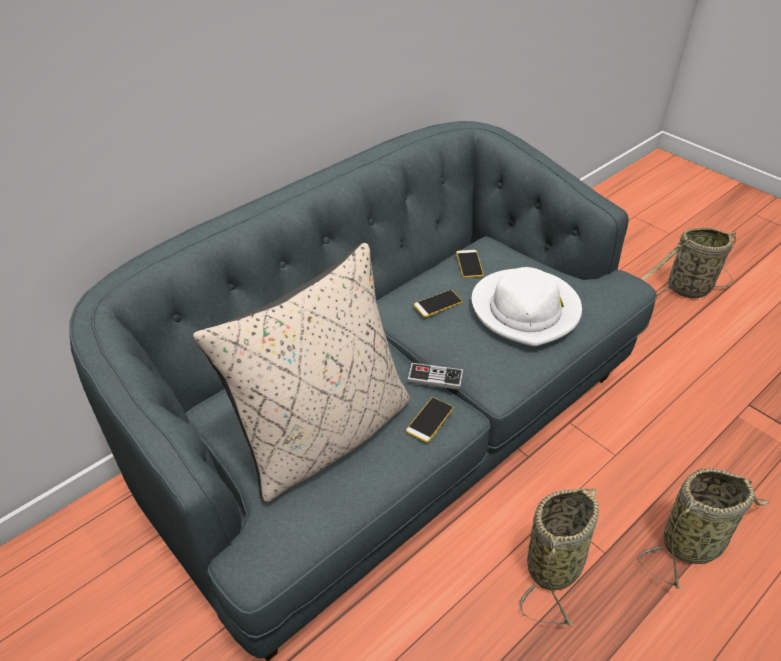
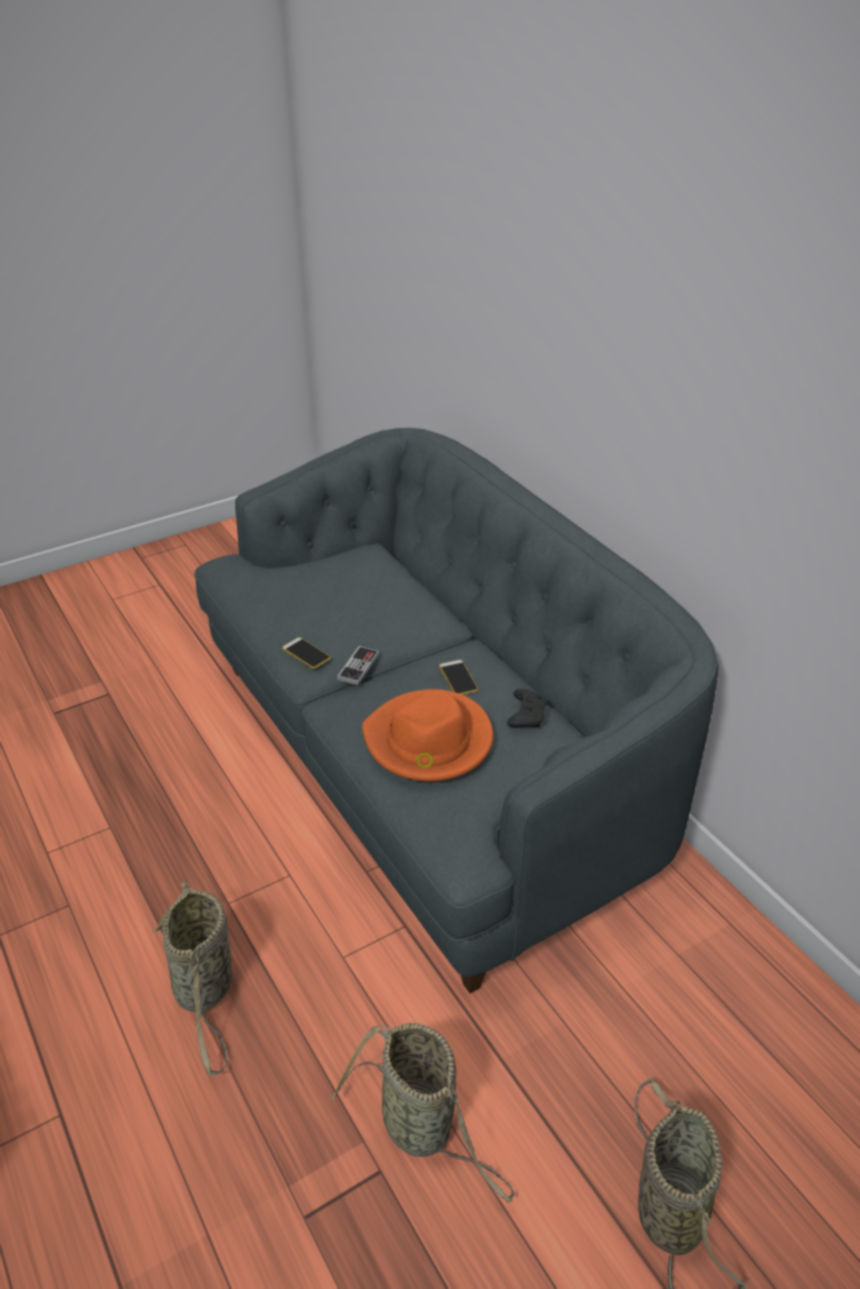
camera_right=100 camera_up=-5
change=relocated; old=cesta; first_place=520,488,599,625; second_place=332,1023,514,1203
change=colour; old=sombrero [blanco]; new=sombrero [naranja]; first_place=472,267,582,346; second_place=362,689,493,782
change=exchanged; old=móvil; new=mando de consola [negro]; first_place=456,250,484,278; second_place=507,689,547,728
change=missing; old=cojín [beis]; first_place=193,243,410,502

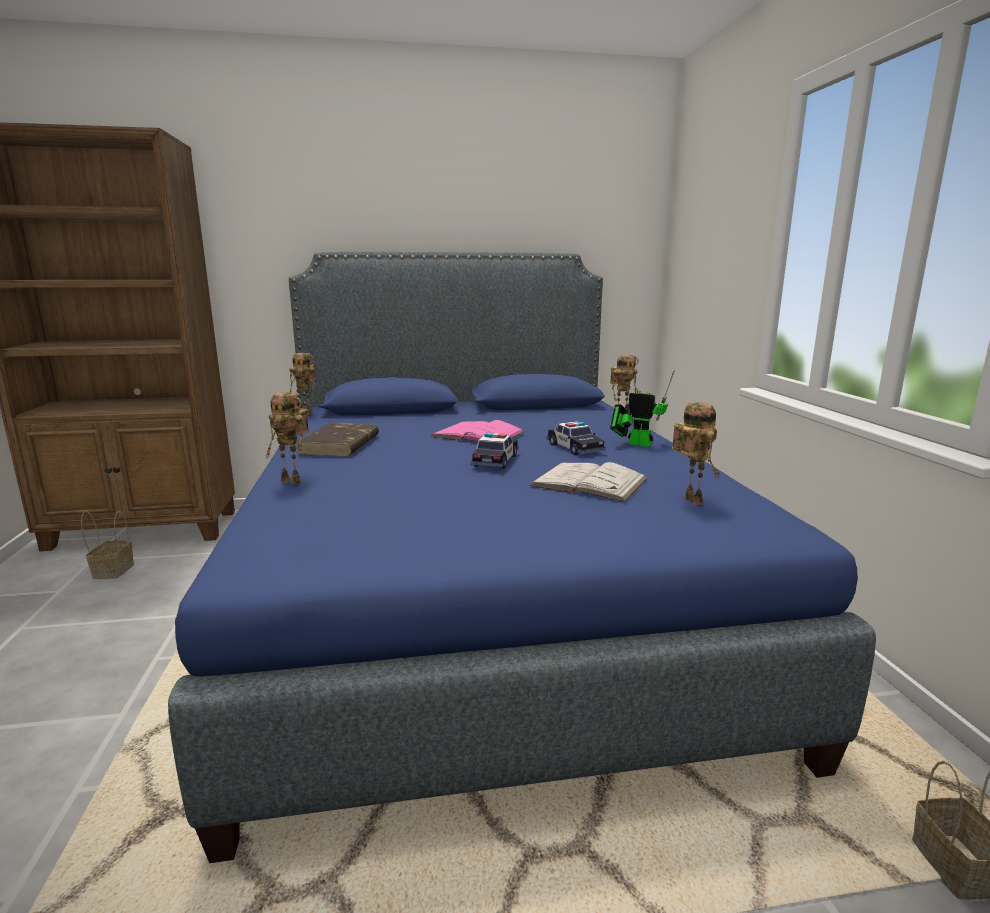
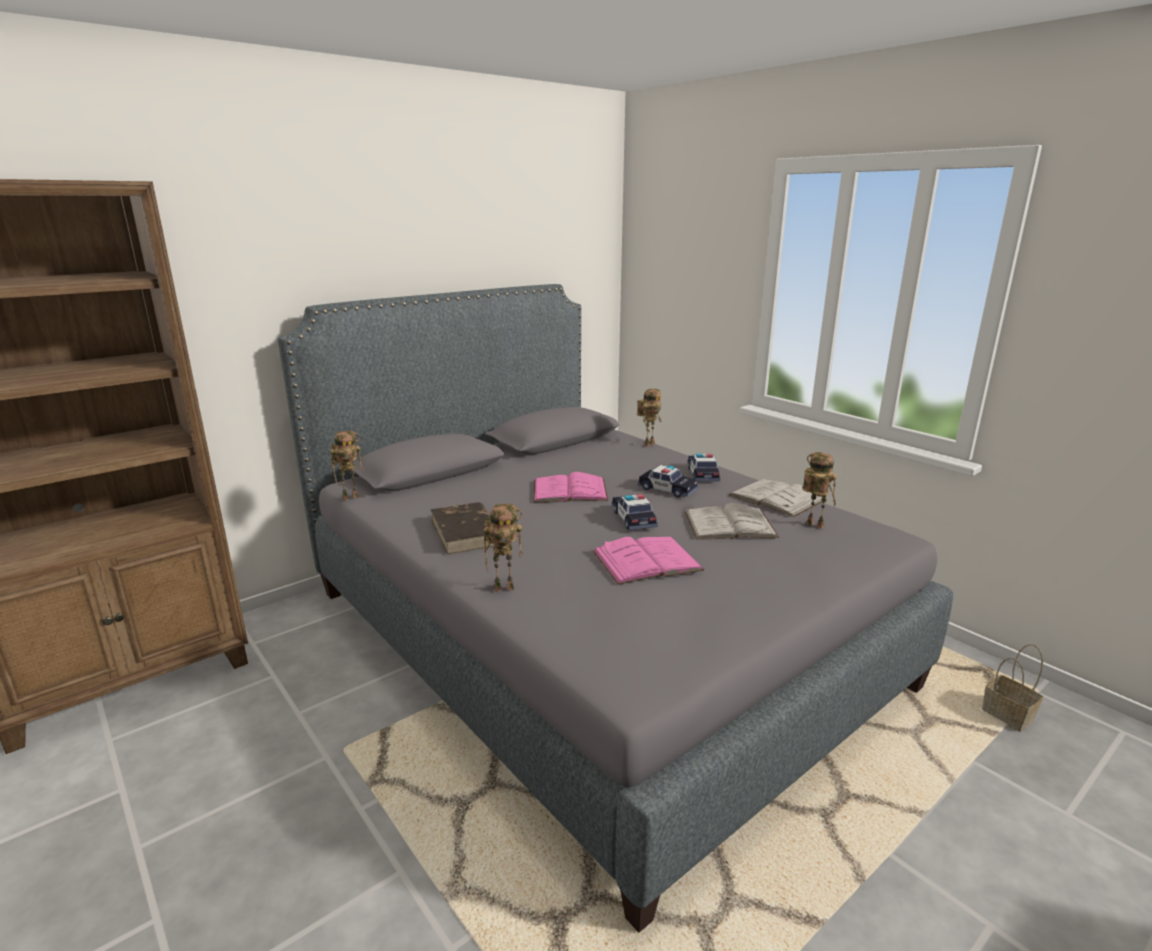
camera_right=-30 camera_up=5
change=colour; old=cama [azul]; new=cama [gris]; first_place=168,252,876,863; second_place=278,284,953,933
change=appeared; new=libro [rosa]; second_place=592,537,704,585
change=exchanged; old=robot de juguete; new=coche de juguete; first_place=610,369,675,447; second_place=687,454,720,481
change=appeared; new=libro [blanco]; second_place=729,479,822,517
change=missing; old=cesta; first_place=81,511,134,579

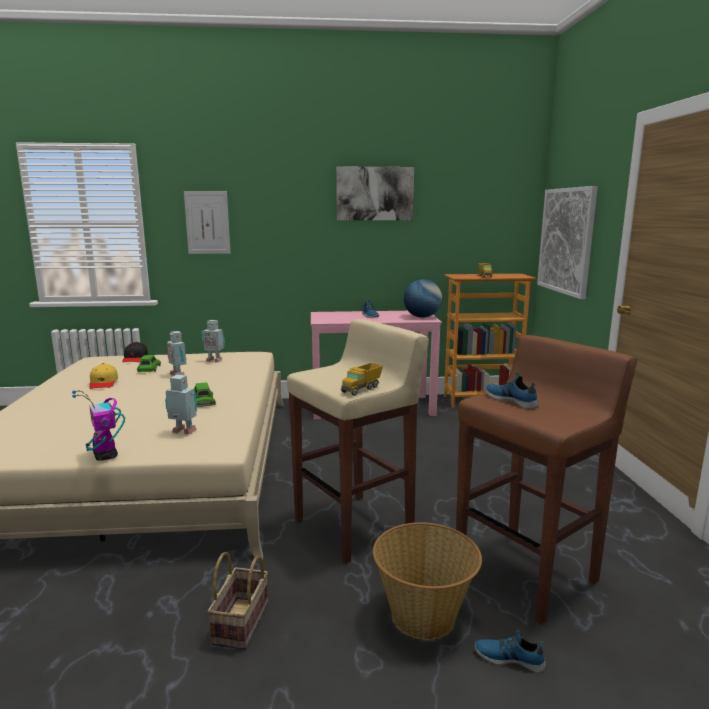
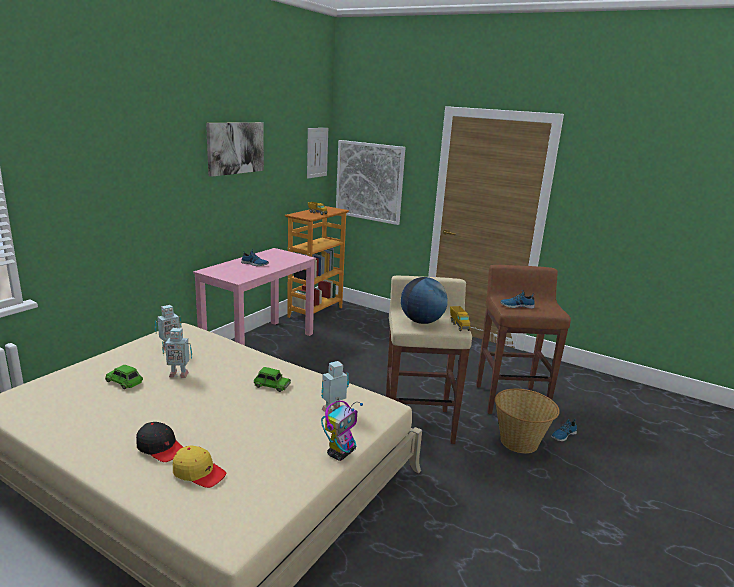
camera_right=-55 camera_up=5
change=relocated; old=gorra [negro]; first_place=122,342,148,362; second_place=136,422,183,462
change=relocated; old=gorra [amarillo]; first_place=89,363,118,389; second_place=173,446,226,488
change=relocated; old=cuadro; first_place=184,191,230,254; second_place=307,128,328,179
change=spun; old=robot de juguete; first_place=72,390,125,461; second_place=321,401,363,461; degrees=-60
change=relocated; old=globo terráqueo; first_place=404,279,442,318; second_place=401,277,448,324
change=missing; old=cesta; first_place=207,552,268,650

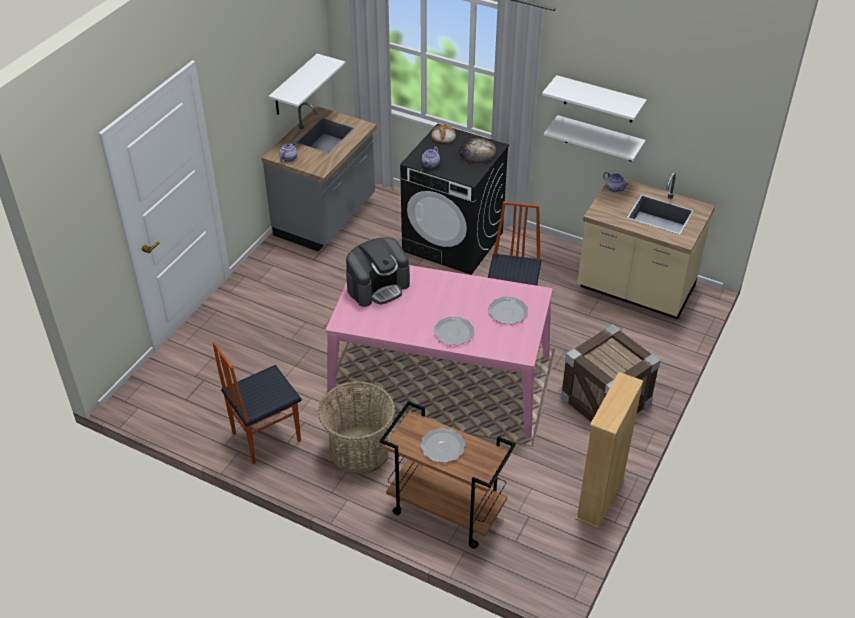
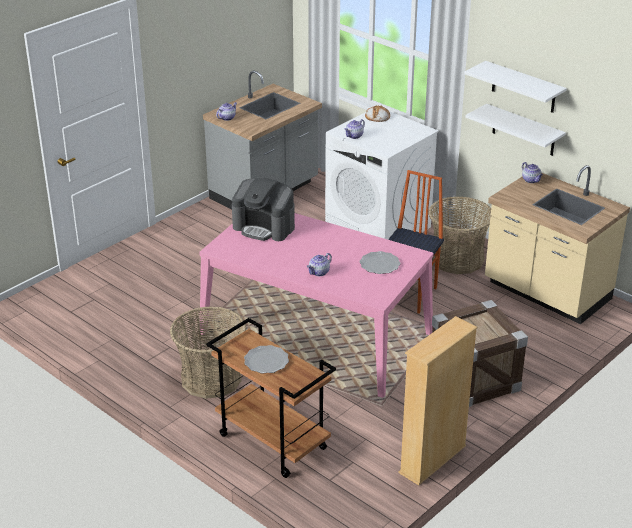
camera_right=15 camera_up=-10
change=spun; old=cafetera; first_place=346,237,410,307; second_place=232,178,295,241; degrees=45
change=exchanged; old=plato; new=tetera; first_place=434,317,474,345; second_place=307,253,332,276
change=colour; old=lavadora [negro]; new=lavadora [blanco]; first_place=400,123,509,275; second_place=325,111,439,240
change=appeared; new=cesta; second_place=428,196,491,274
change=missing; old=silla; first_place=213,342,302,464
change=missing; old=estante [blanco]; first_place=269,54,346,115
change=missing; old=pan; first_place=459,138,497,163

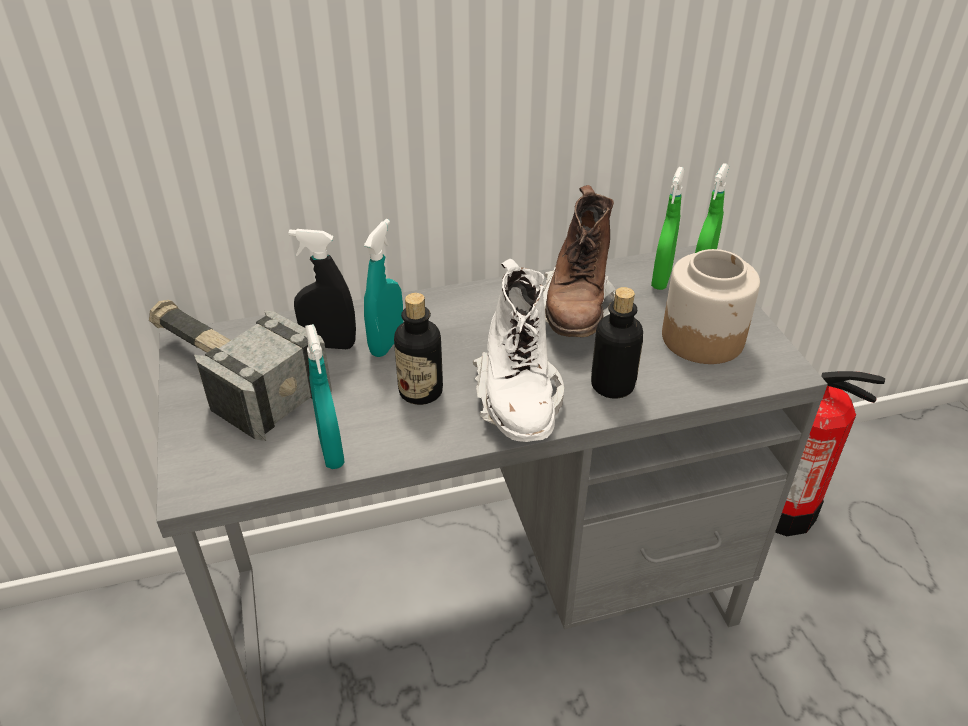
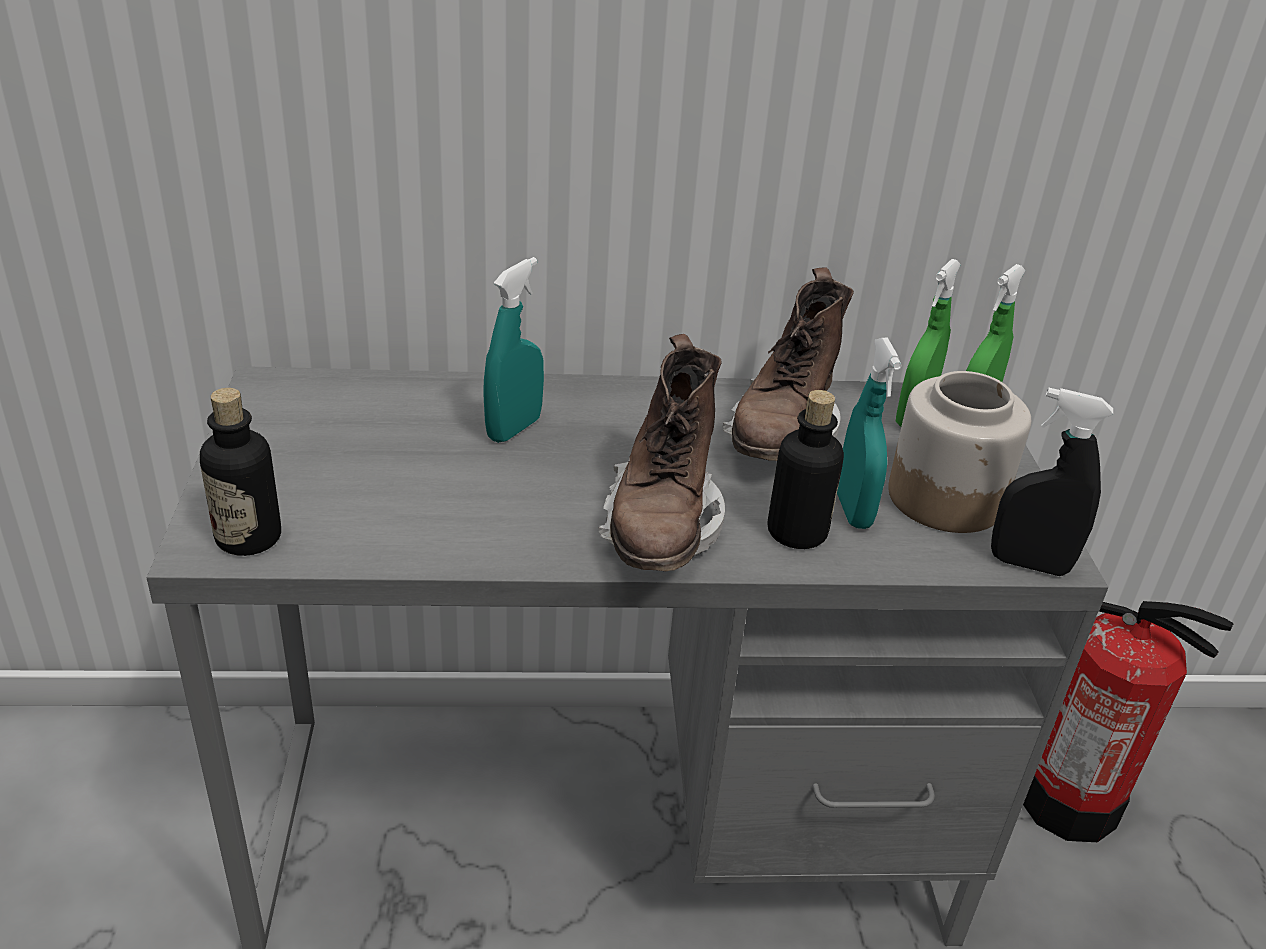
camera_right=10 camera_up=-5
change=relocated; old=botella; first_place=394,293,443,405; second_place=200,388,281,556
change=colour; old=bota [blanco]; new=bota [marrón]; first_place=473,259,564,442; second_place=598,334,725,571
change=relocated; old=pulverizador [turquesa]; first_place=305,324,345,469; second_place=837,338,902,529
change=relocated; old=pulverizador [negro]; first_place=289,229,356,349; second_place=991,388,1113,576
change=missing; old=martillo; first_place=149,300,332,441

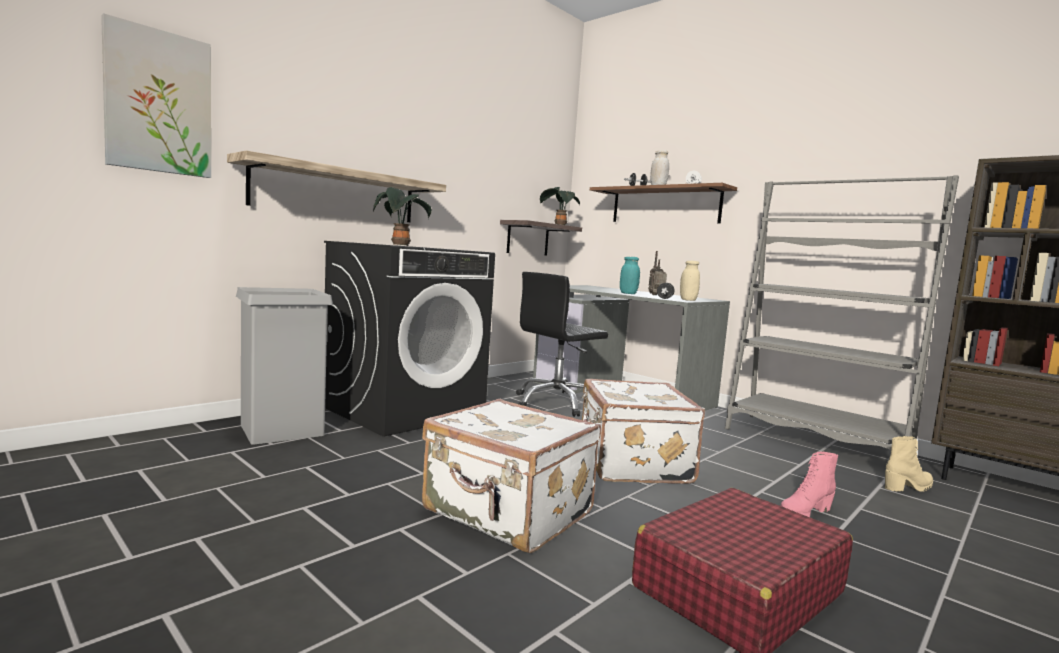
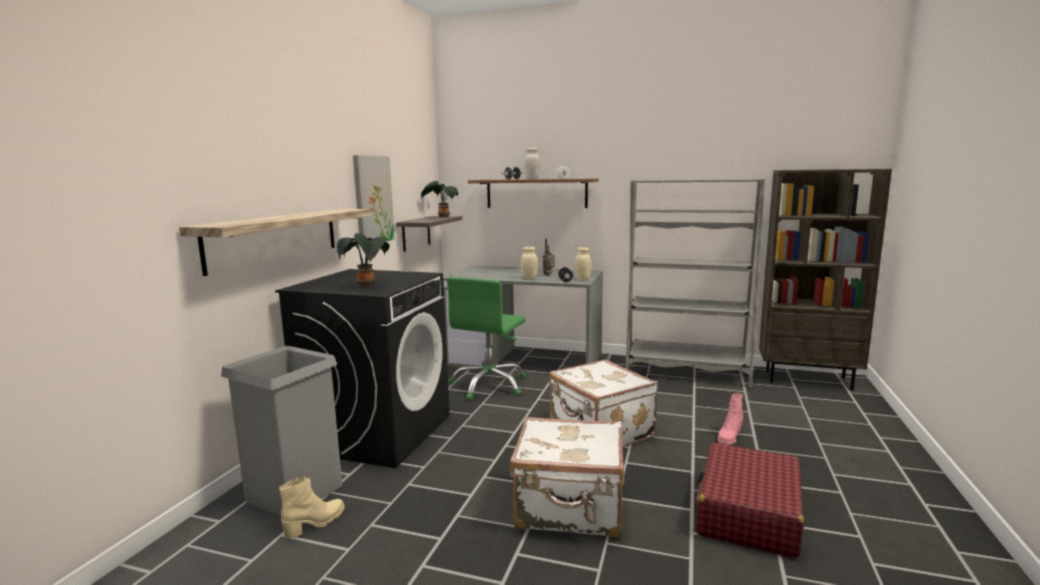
camera_right=-25 camera_up=5
change=relocated; old=bota [beis]; first_place=885,436,933,492; second_place=279,477,344,539
change=relocated; old=cuadro; first_place=101,13,211,178; second_place=353,155,395,241
change=colour; old=silla de oficina [negro]; new=silla de oficina [verde]; first_place=516,272,608,417; second_place=447,277,527,400
change=colour; old=tarro [turquesa]; new=tarro [beis]; first_place=620,257,640,294; second_place=521,247,538,279

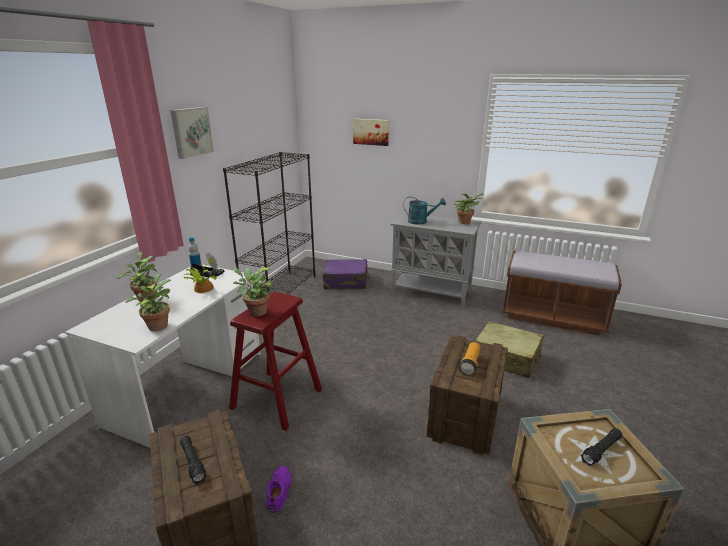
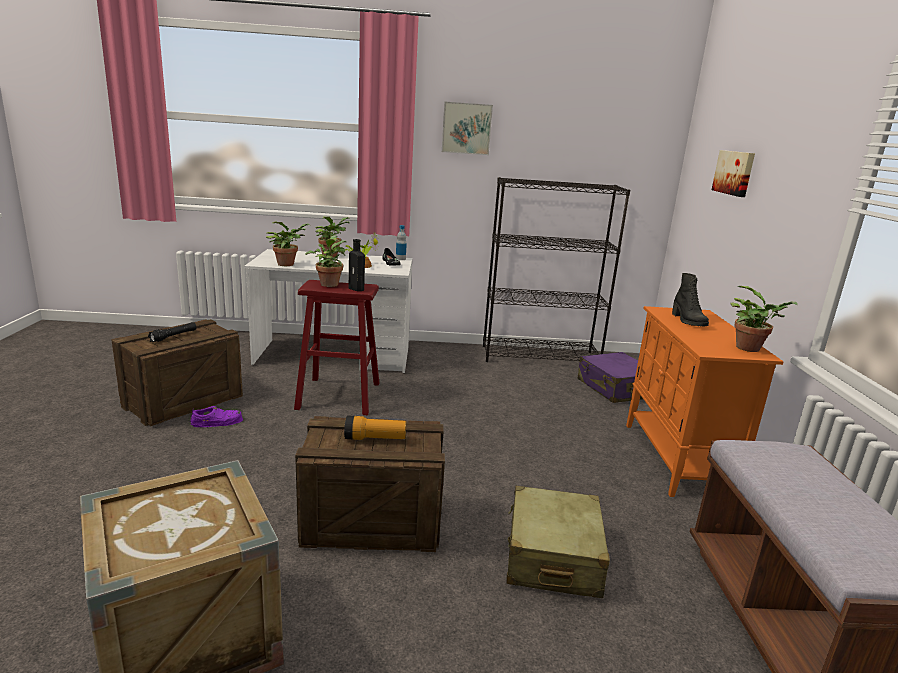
camera_right=65 camera_up=-5
change=appeared; new=botella [negro]; second_place=349,239,365,291
change=colour; old=armario [gris]; new=armario [naranja]; first_place=391,212,481,308; second_place=626,306,784,497
change=exchanged; old=regadera [turquesa]; new=bota [negro]; first_place=404,197,446,225; second_place=672,273,709,326
change=missing; old=linterna [negro]; first_place=581,428,622,466

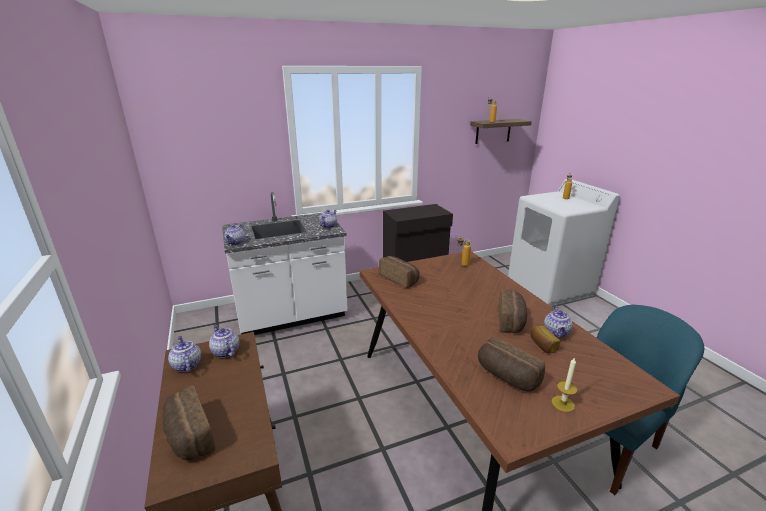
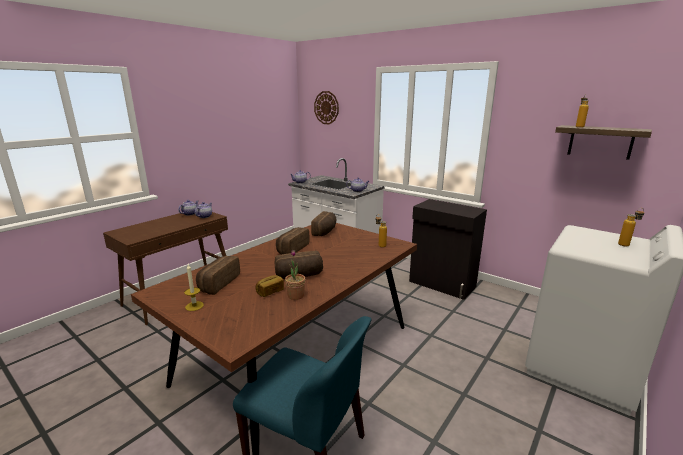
camera_right=60 camera_up=-5
change=relocated; old=pan; first_place=162,385,215,460; second_place=276,227,310,255
change=exchanged; old=tetera; new=planta en maceta; first_place=544,306,573,338; second_place=285,250,305,300
change=appeared; new=reloj de pared; second_place=314,91,339,124

